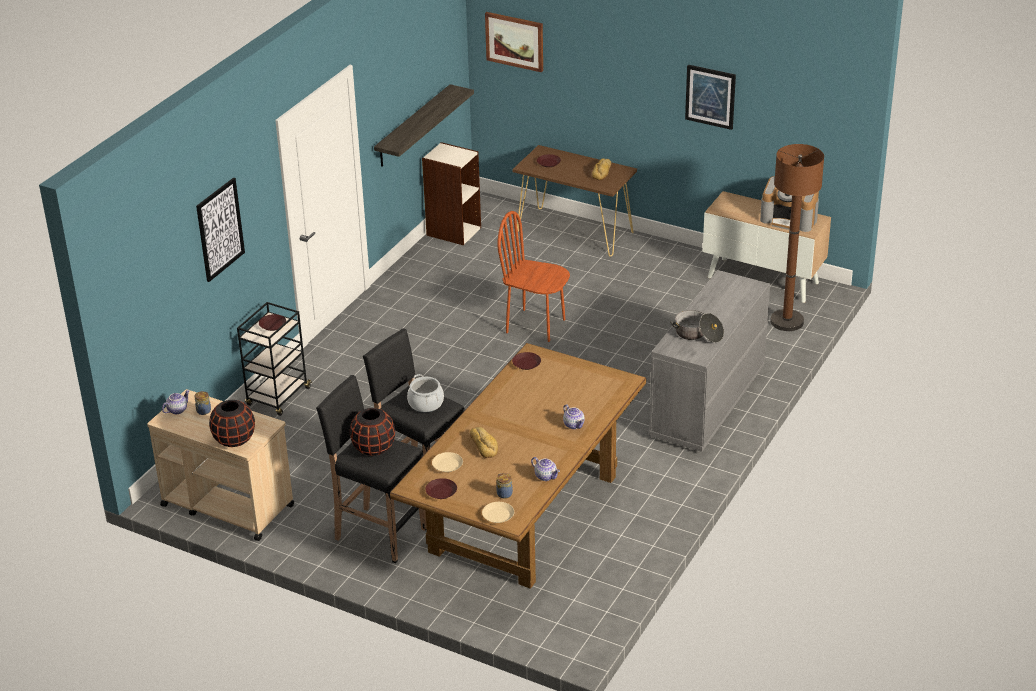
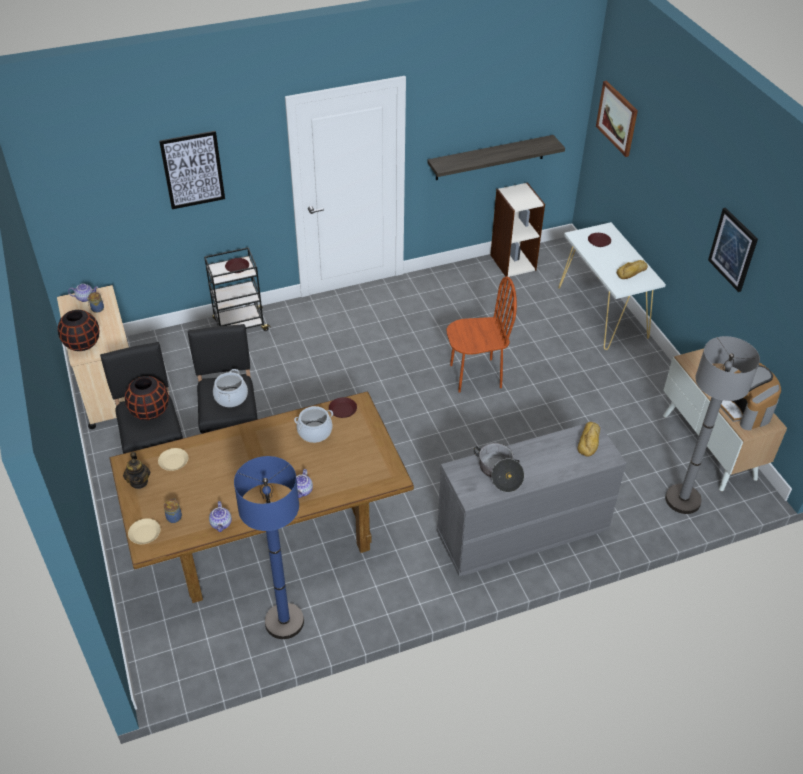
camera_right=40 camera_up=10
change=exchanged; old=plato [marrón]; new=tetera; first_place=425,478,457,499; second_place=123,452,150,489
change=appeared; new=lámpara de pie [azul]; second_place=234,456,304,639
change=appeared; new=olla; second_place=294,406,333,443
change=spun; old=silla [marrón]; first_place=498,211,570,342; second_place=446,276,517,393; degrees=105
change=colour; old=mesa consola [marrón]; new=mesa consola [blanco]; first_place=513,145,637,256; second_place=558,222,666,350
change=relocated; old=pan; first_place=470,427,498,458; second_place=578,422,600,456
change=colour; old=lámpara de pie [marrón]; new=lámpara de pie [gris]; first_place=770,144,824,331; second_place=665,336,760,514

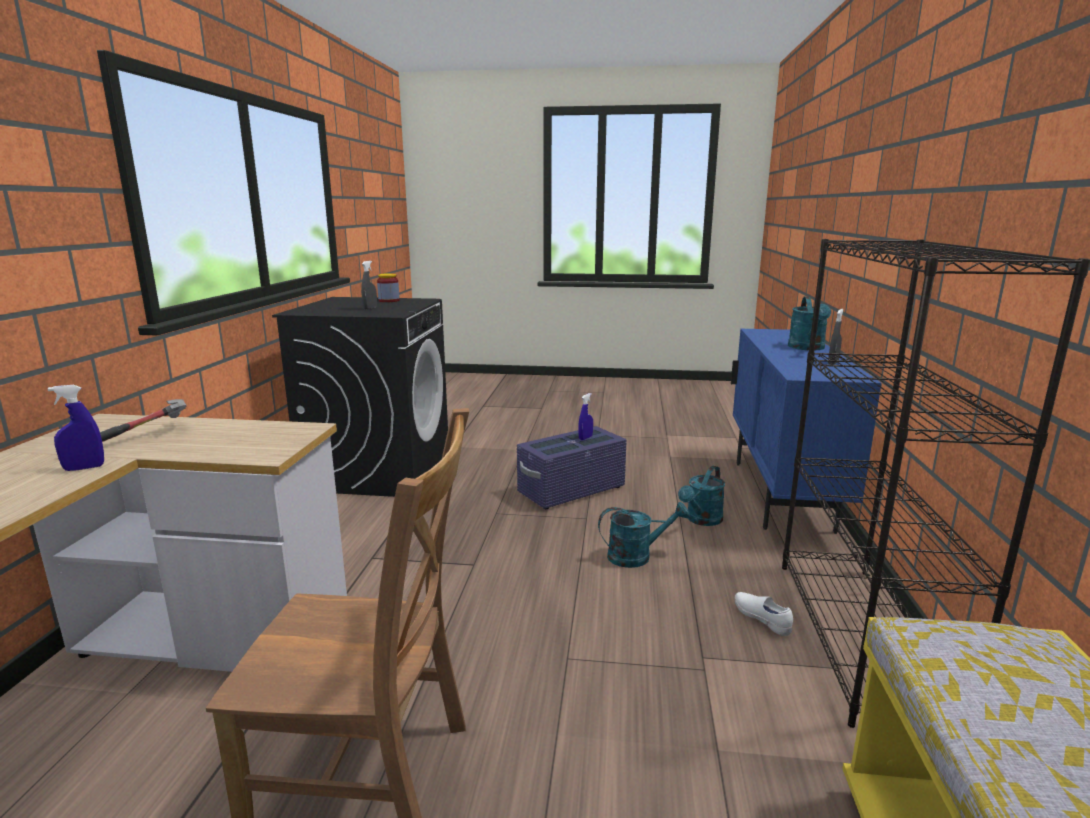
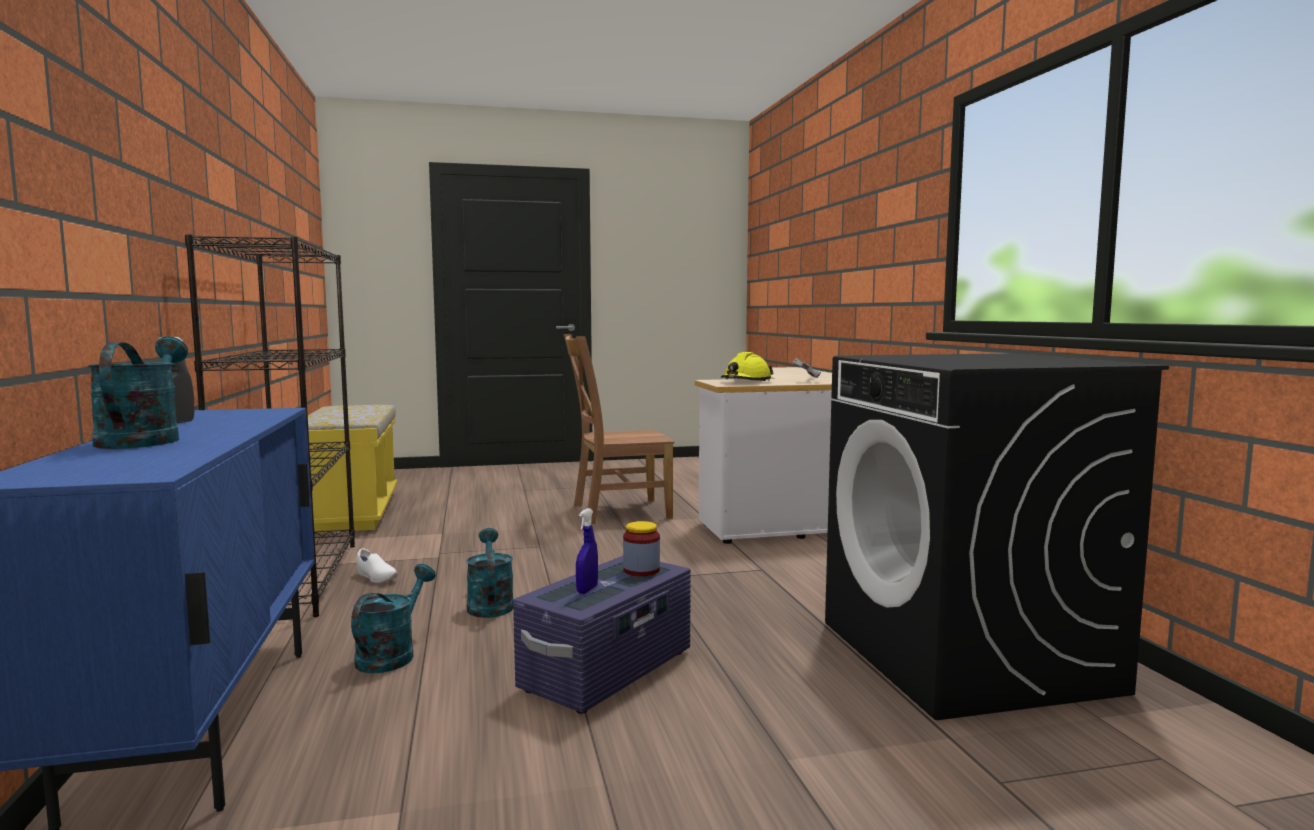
camera_right=160 camera_up=-10
change=spun; old=regadera [turquesa]; first_place=598,502,690,568; second_place=466,528,514,618; degrees=105
change=relocated; old=tarro; first_place=377,273,400,302; second_place=623,521,660,576
change=appeared; new=casco [amarillo]; second_place=721,352,773,381
change=missing; old=pulverizador [azul]; first_place=48,385,104,471
change=missing; old=pulverizador [gris]; first_place=361,261,377,310

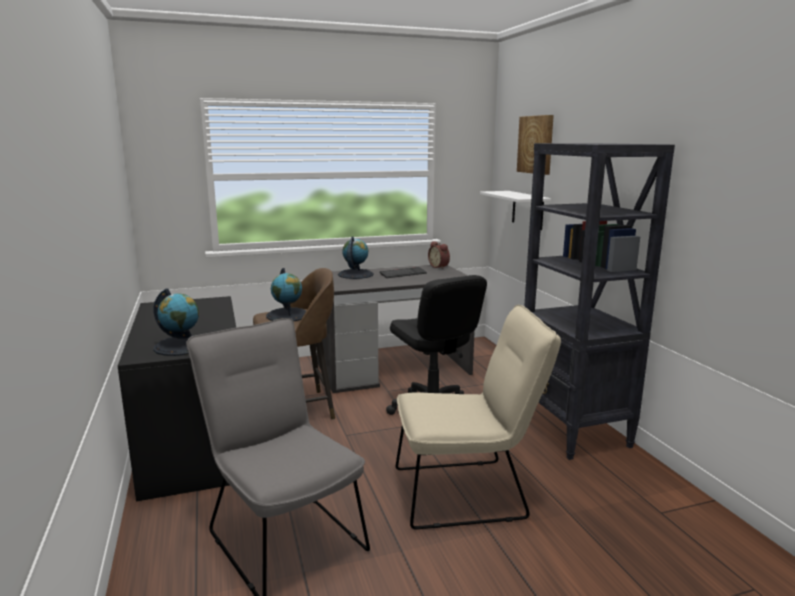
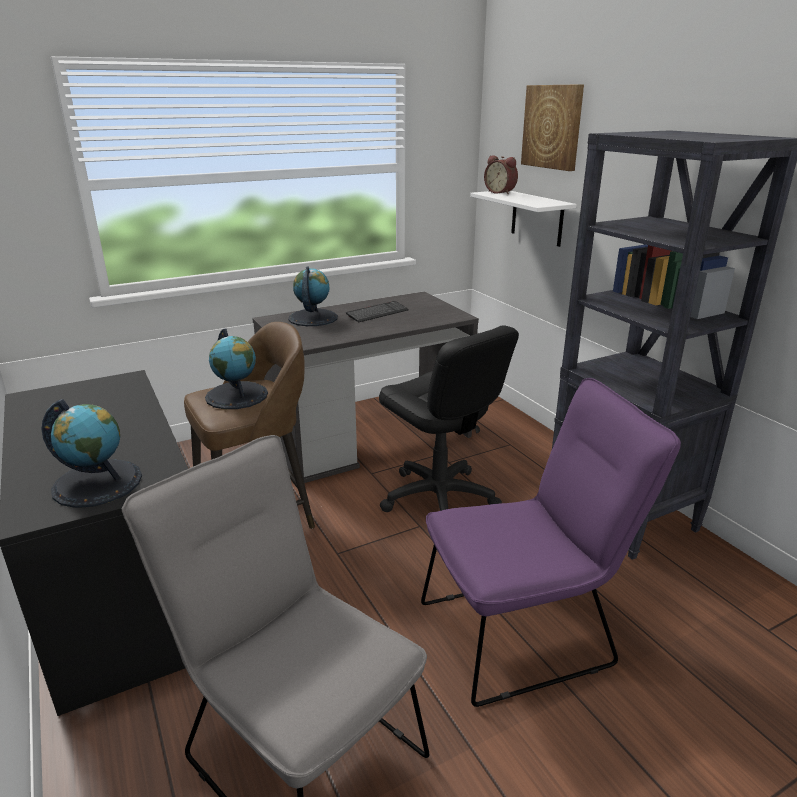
camera_right=-10 camera_up=10
change=colour; old=silla [beis]; new=silla [morado]; first_place=396,305,561,529; second_place=421,378,681,707
change=relocated; old=despertador; first_place=428,241,450,269; second_place=484,155,518,194

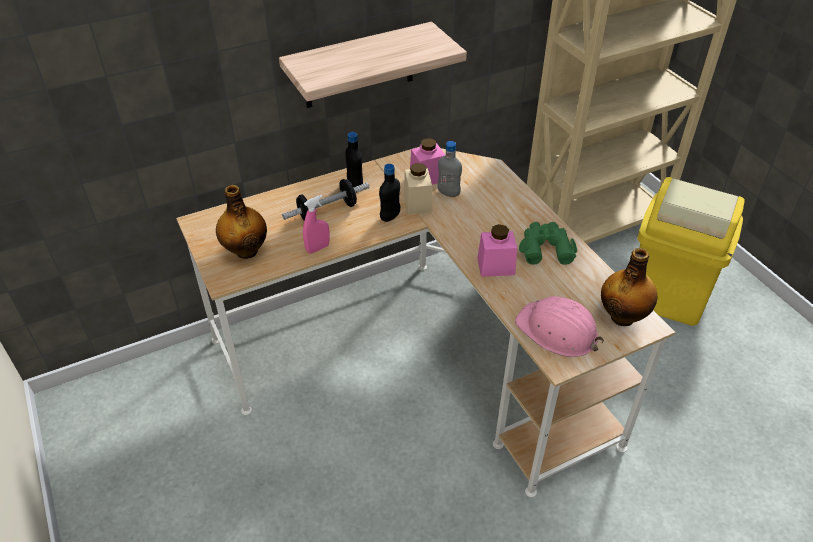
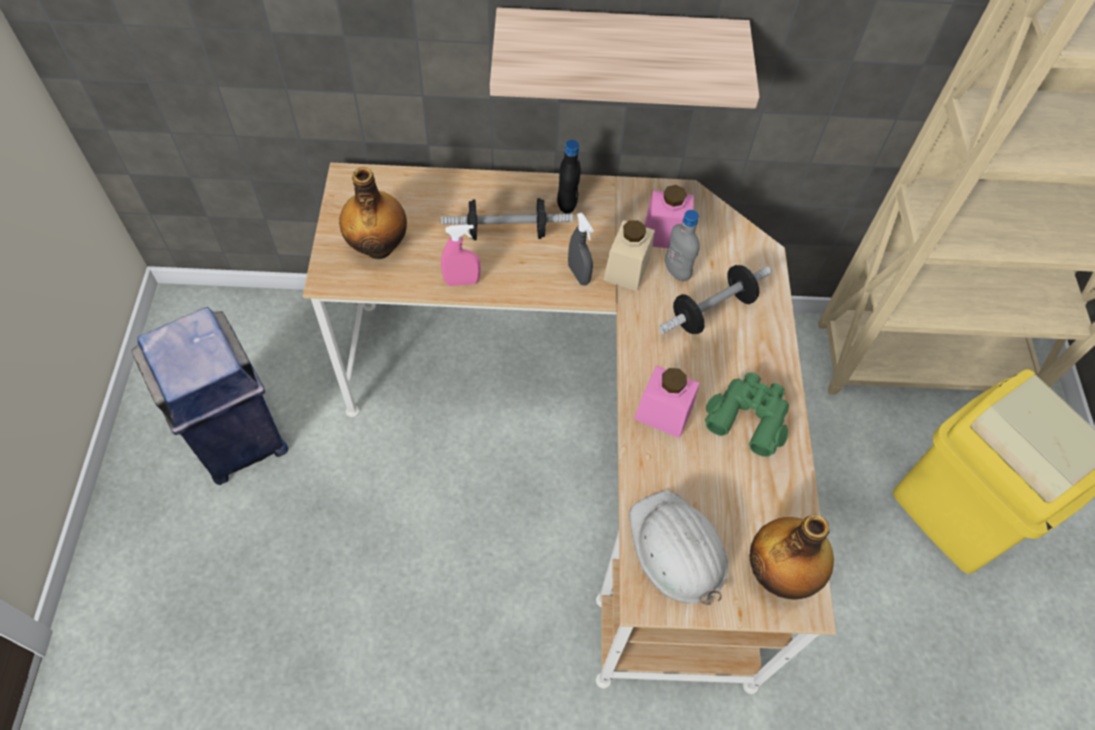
camera_right=25 camera_up=15
change=appeared; new=papelera [azul]; second_place=131,307,288,485
change=exchanged; old=botella [negro]; new=pulverizador [gris]; first_place=379,164,400,222; second_place=568,213,594,286
change=colour; old=casco [rosa]; new=casco [blanco]; first_place=515,296,604,357; second_place=629,491,728,605
change=appeared; new=mancuerna; second_place=659,265,772,334

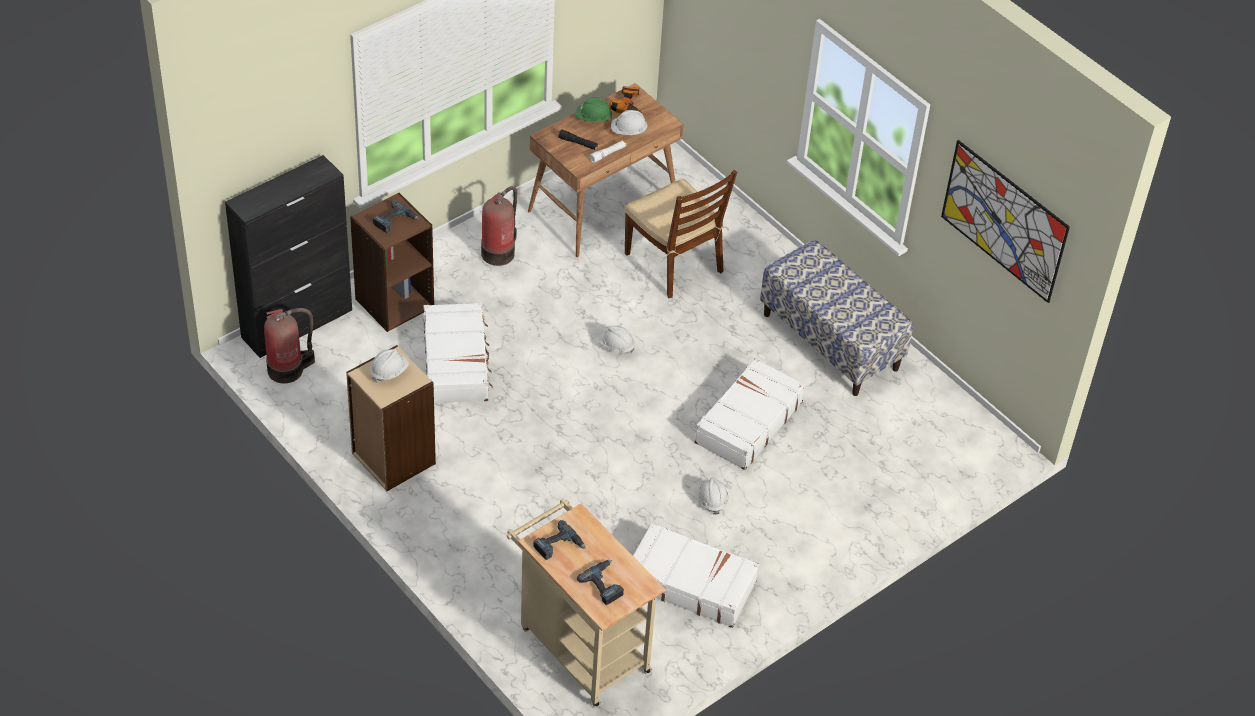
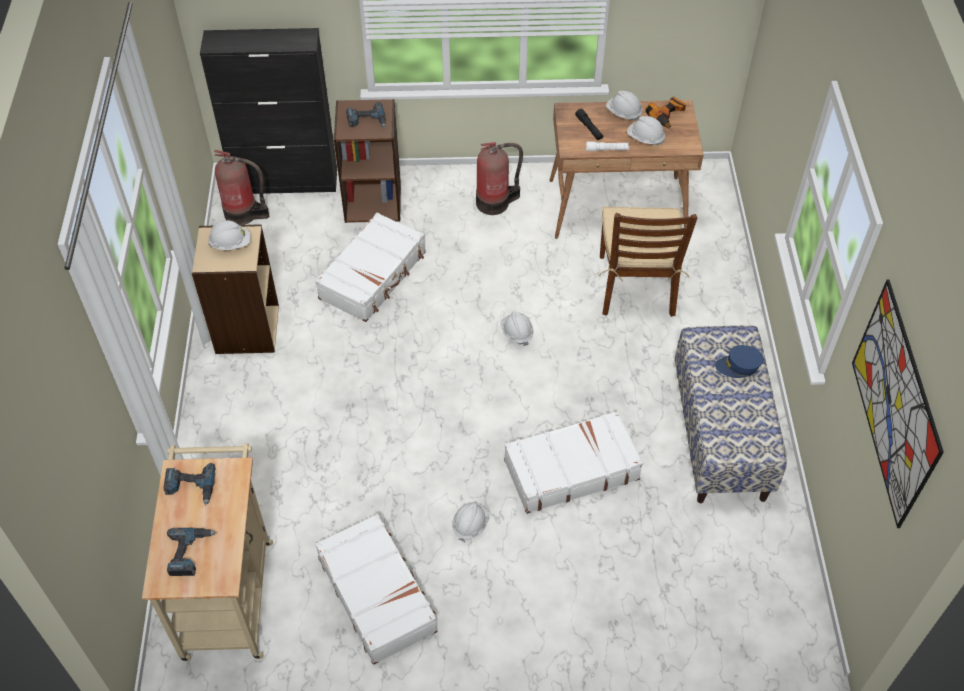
camera_right=40 camera_up=5
change=colour; old=casco [verde]; new=casco [blanco]; first_place=576,97,612,122; second_place=606,91,642,121
change=appeared; new=gorra [azul]; second_place=715,345,763,378

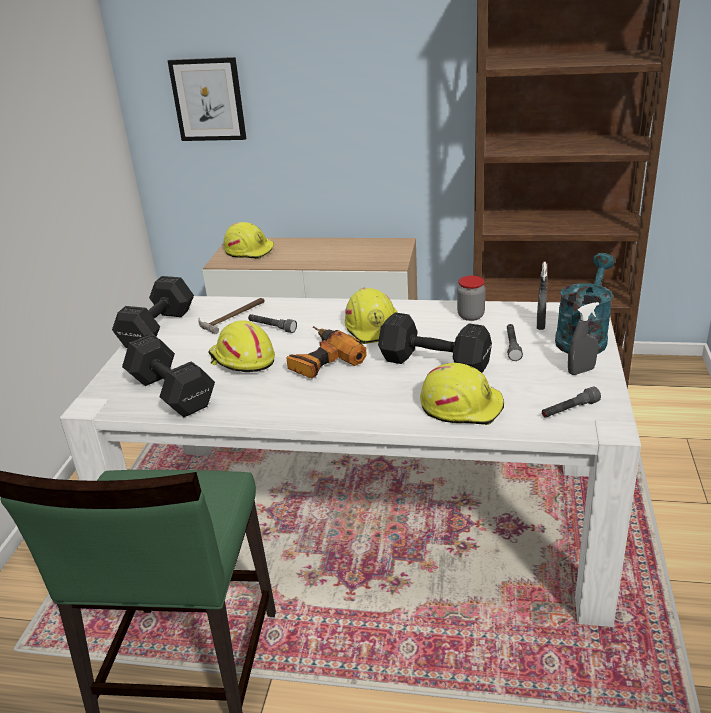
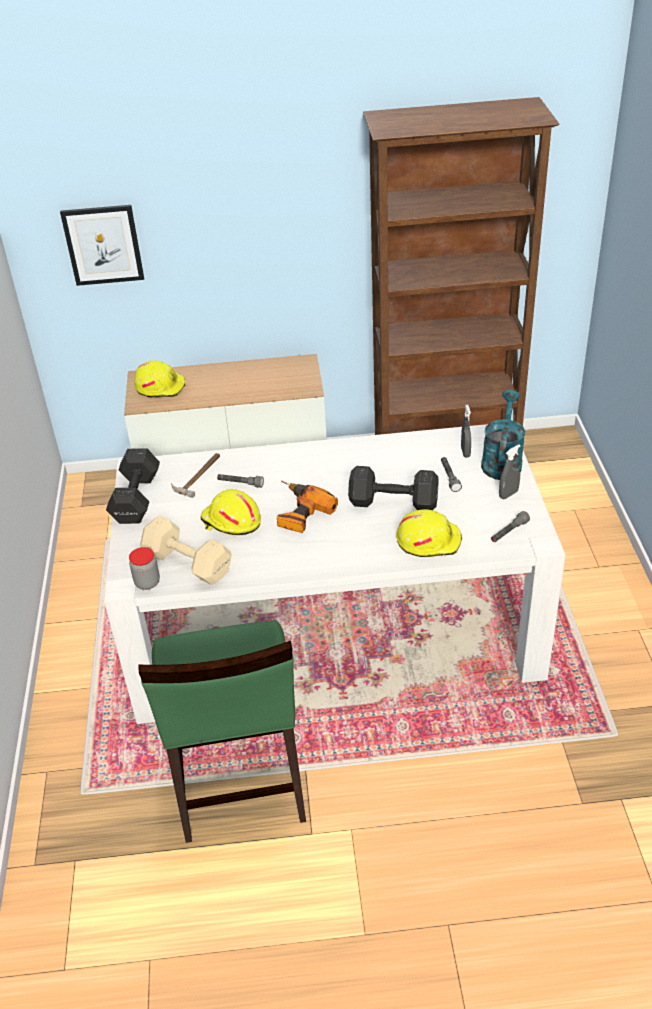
camera_right=-15 camera_up=10
change=relocated; old=tarro; first_place=457,276,485,321; second_place=129,547,160,590
change=colour; old=mancuerna [negro]; new=mancuerna [beis]; first_place=122,334,215,417; second_place=141,516,232,585
change=missing; old=casco [amarillo]; first_place=345,288,398,344

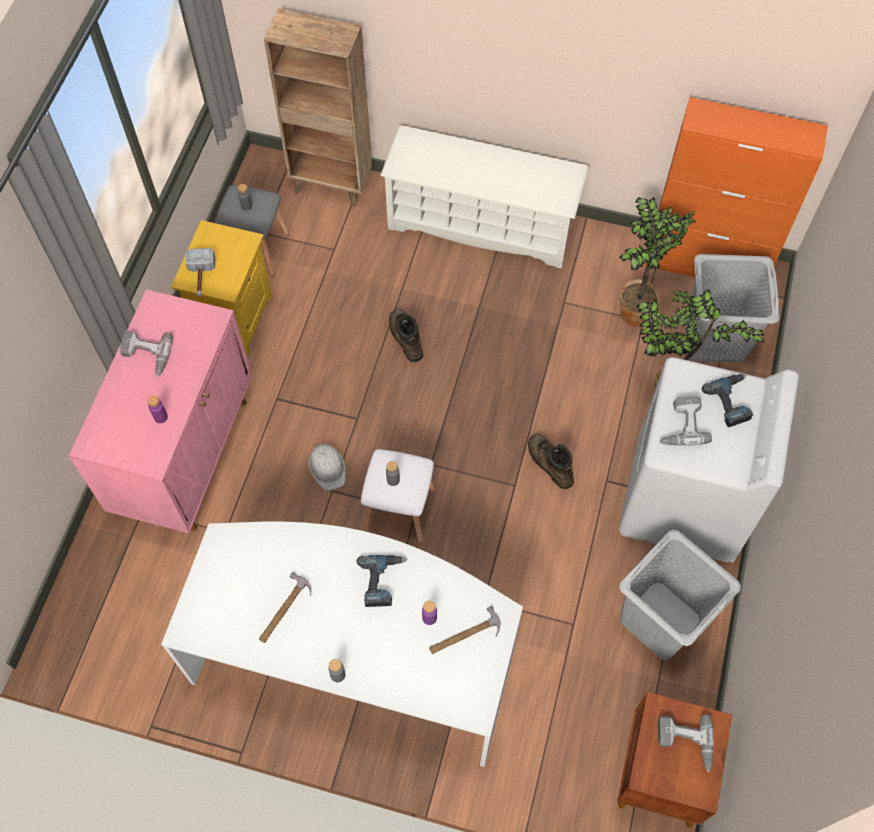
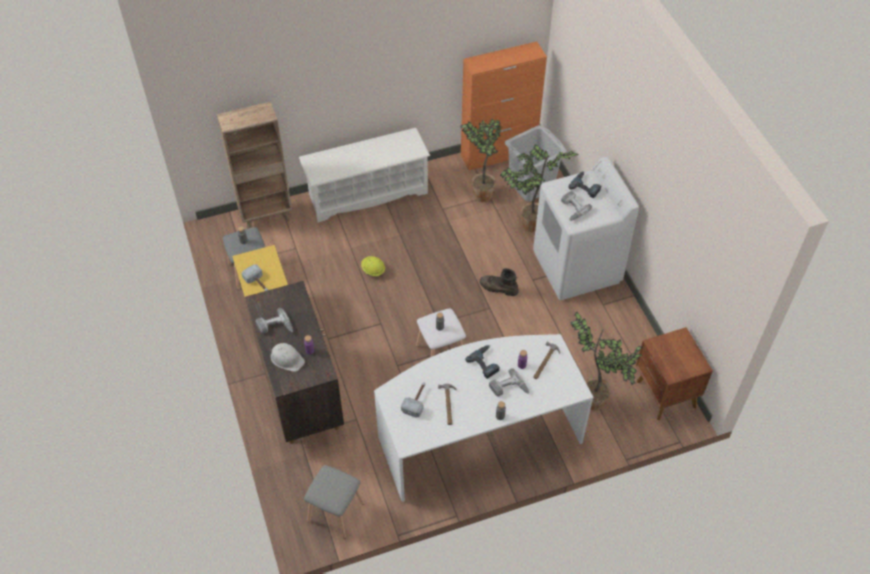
camera_right=-35 camera_up=-10
change=colour; old=armario [rosa]; new=armario [marrón]; first_place=69,289,252,533; second_place=245,281,344,444
change=relocated; old=casco [blanco]; first_place=308,443,346,491; second_place=270,343,305,372
change=appeared; new=taburete [gris]; second_place=304,465,365,539
change=exchanged; old=bota [marrón]; new=casco [amarillo]; first_place=389,309,423,362; second_place=361,256,385,276
change=appeared; new=martillo; second_place=401,382,426,418
change=relocated; old=taladro; first_place=658,715,714,773; second_place=489,368,529,397
change=appeared; new=planta en maceta; second_place=571,311,643,411
change=missing; old=cesto de la ropa [gris]; first_place=619,530,741,660

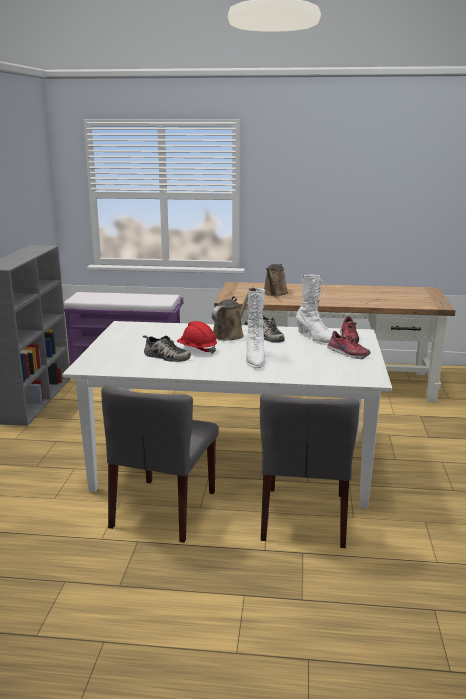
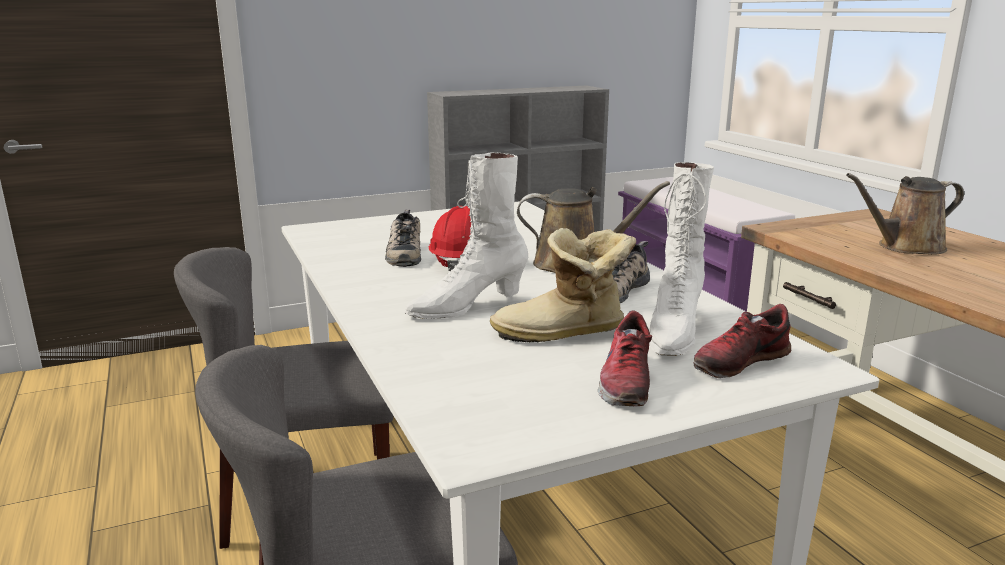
camera_right=60 camera_up=0
change=appeared; new=bota; second_place=490,228,636,342

